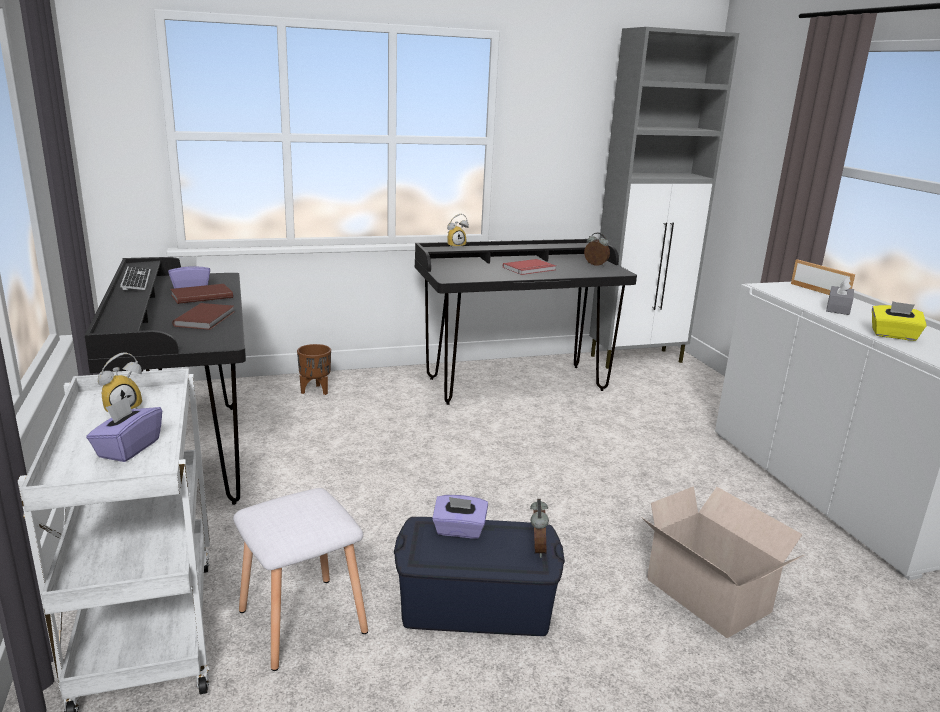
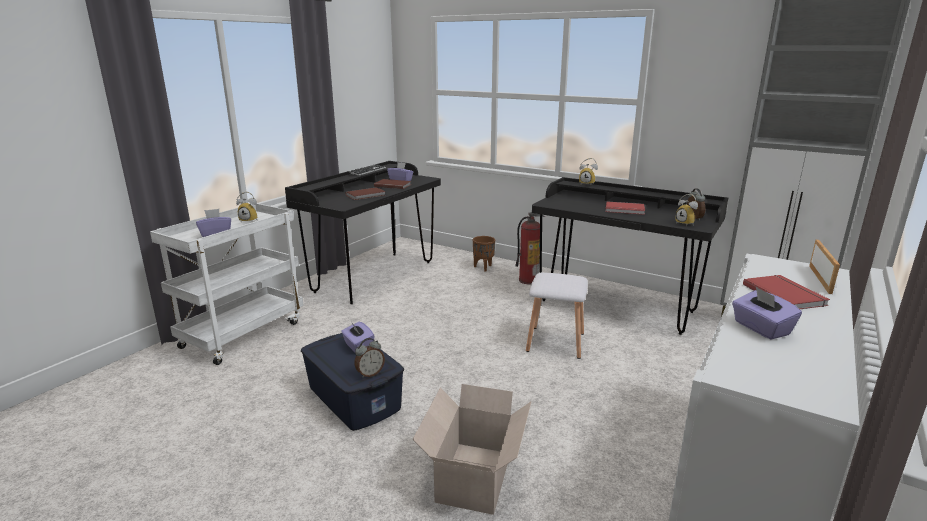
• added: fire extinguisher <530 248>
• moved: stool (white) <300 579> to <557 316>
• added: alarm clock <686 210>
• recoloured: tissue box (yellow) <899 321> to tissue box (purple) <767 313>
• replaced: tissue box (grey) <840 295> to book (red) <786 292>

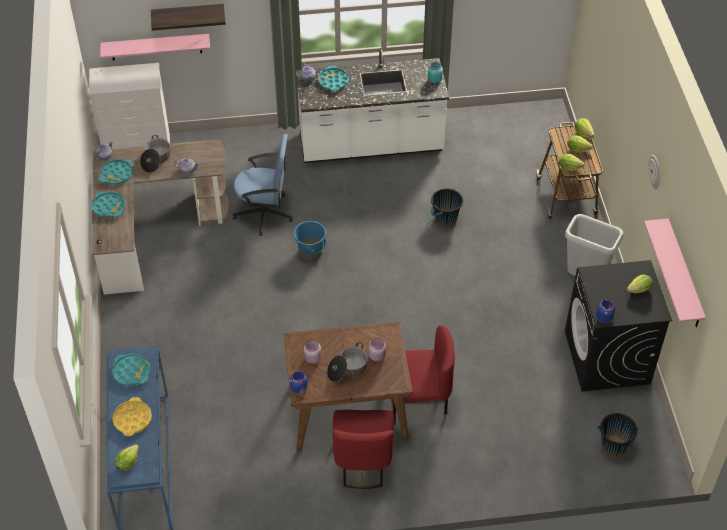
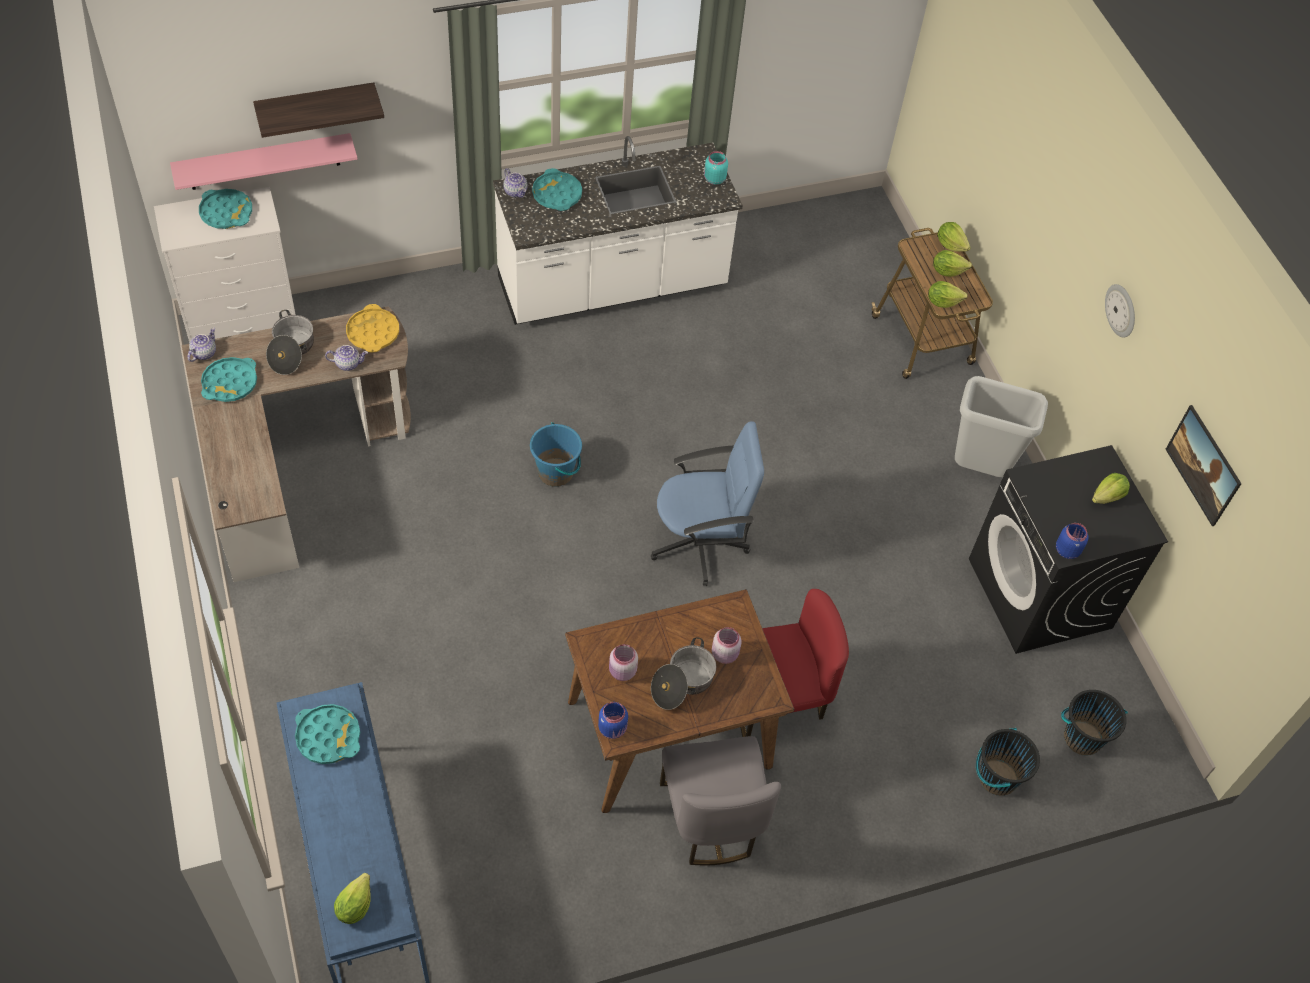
• moved: tray (turquoise) <109 205> to <225 209>
• moved: tray (yellow) <132 416> to <372 328>
• moved: office chair (blue) <263 185> to <707 503>
• recoloured: chair (red) <363 449> to chair (grey) <720 801>
• moved: bucket (black) <446 208> to <1008 762>
• replaced: shelf (pink) <675 272> to picture <1204 465>

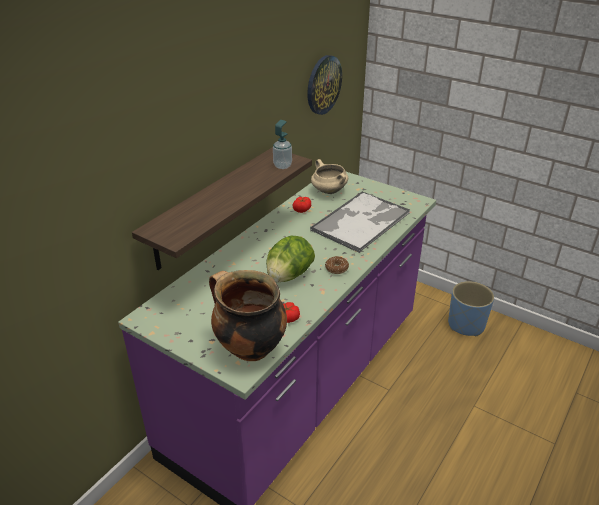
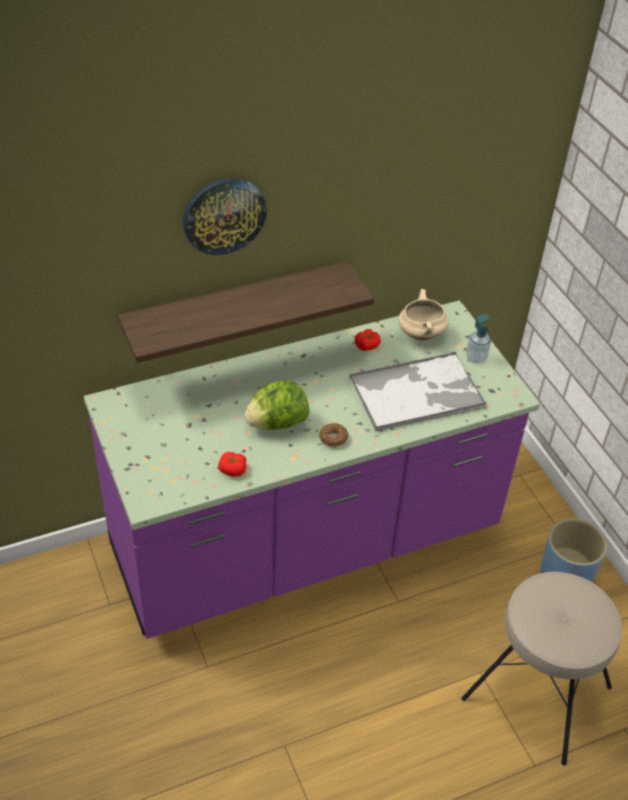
• moved: wall clock <324 85> to <225 216>
• added: stool (beige) <541 669>
• moved: soap dispenser <282 144> to <478 338>
• removed: cooking pot <248 315>

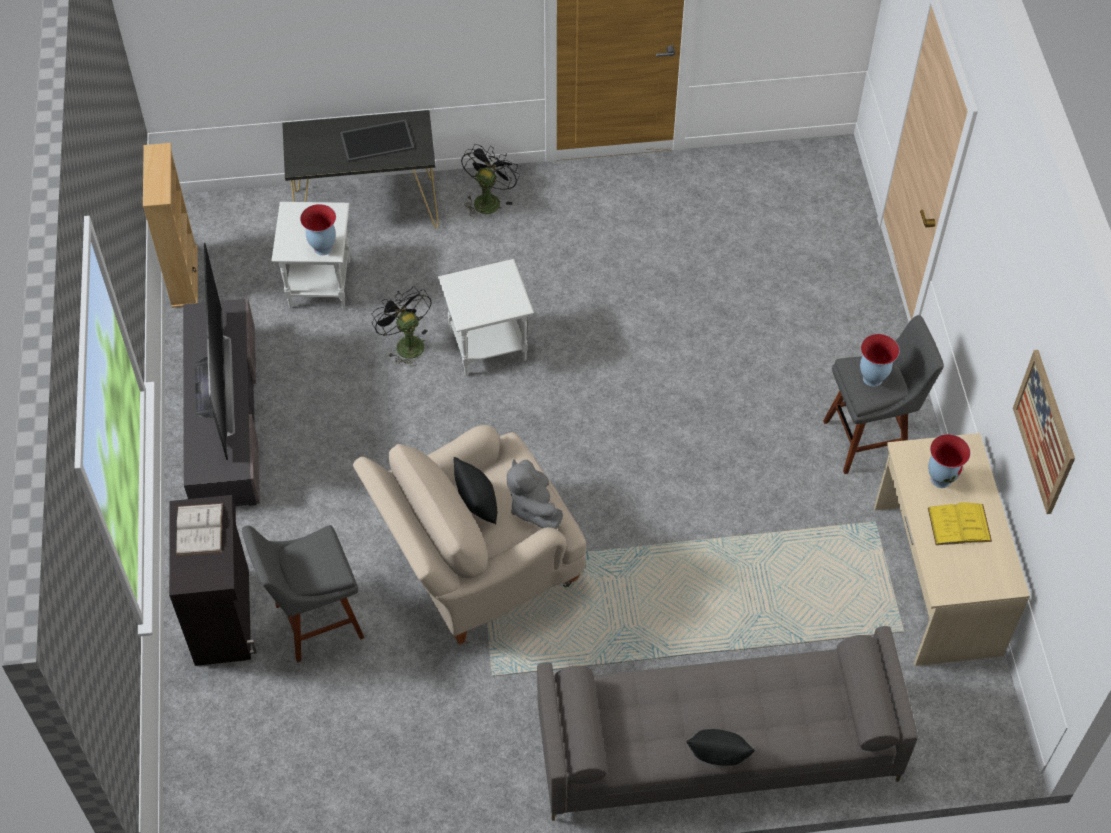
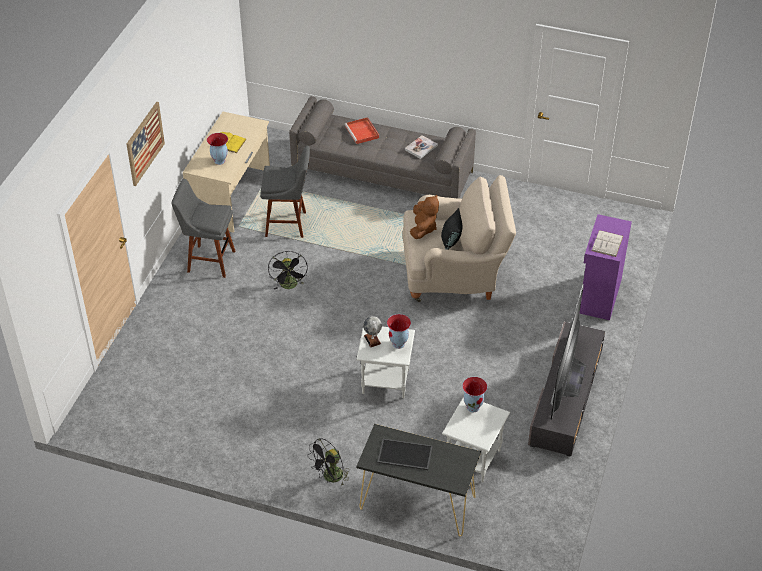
• moved: picture <1044 432> to <145 144>
• moved: stool (grey) <303 594> to <285 192>
• moved: fan (black) <402 326> to <288 270>
• added: tray (red) <362 130>
• added: globe <372 331>
• moved: vase <879 360> to <399 331>
• added: book <421 147>
• recoloured: plush toy (grey) <535 494> to plush toy (brown) <424 216>
• recoloured: cabinet (black) <213 580> to cabinet (purple) <606 267>
• removed: bookcase (beige) <170 225>
• removed: pillow (black) <720 747>

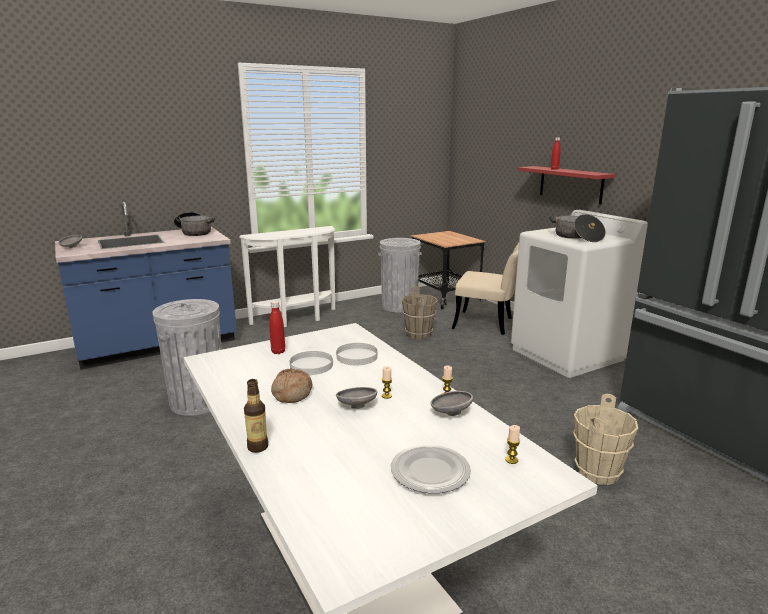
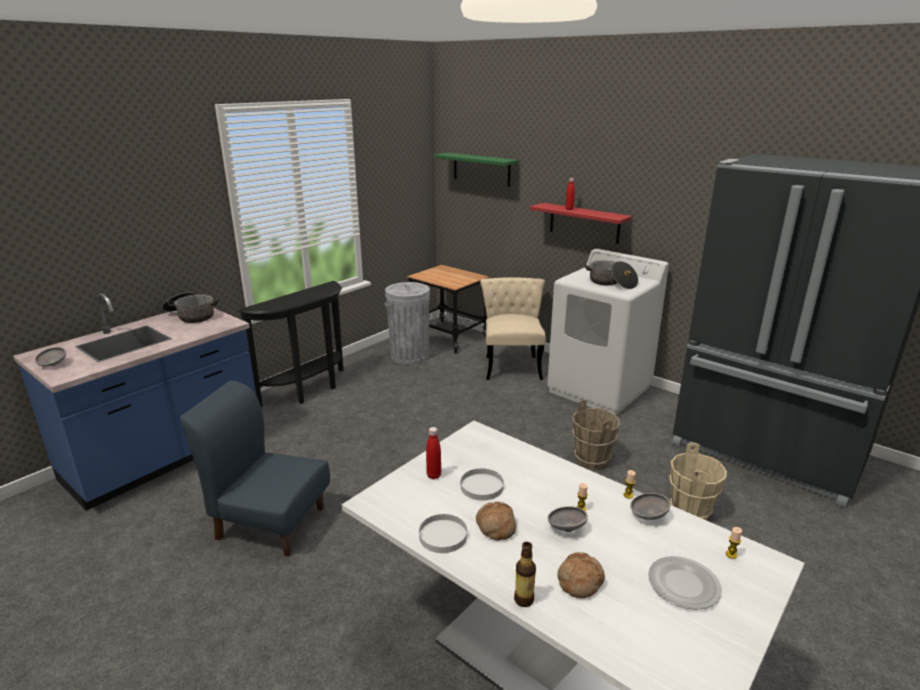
• replaced: trash can (grey) <187 357> to chair (blue) <255 468>
• recoloured: console table (white) <287 276> to console table (black) <291 344>
• moved: plate (white) <357 354> to <443 533>
• added: shelf (green) <476 170>
• turned: chair (beige) <485 289> = <513 328> 90 degrees counterclockwise
• added: bread <581 575>
• moved: bucket (brown) <420 313> to <596 435>

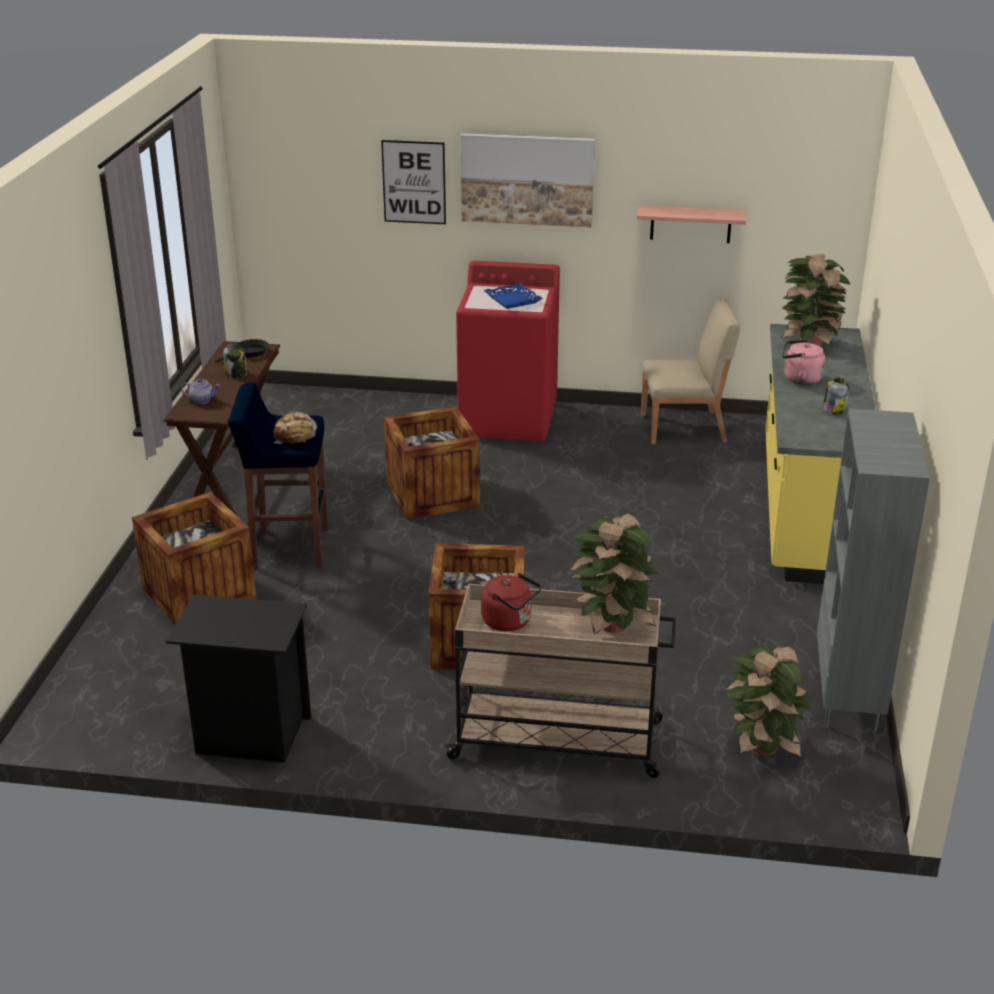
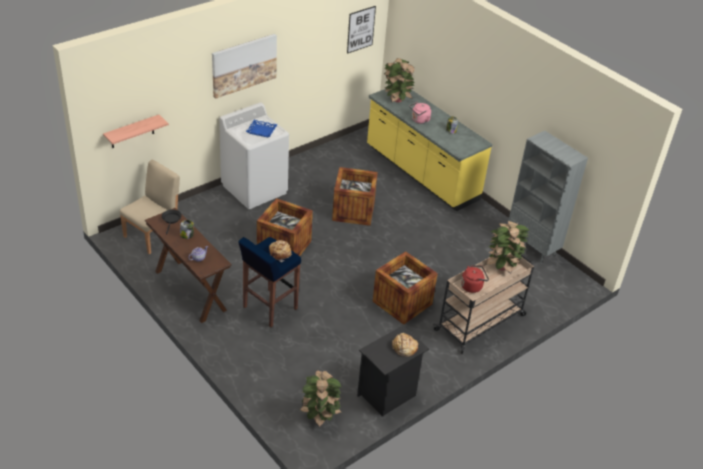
• moved: shelf <691 224> to <136 131>
• moved: chair (beige) <690 371> to <150 207>
• recoloured: washing machine (red) <508 351> to washing machine (white) <254 155>
• moved: potted plant <769 702> to <320 399>
• moved: crate <194 558> to <355 196>
• moved: picture <413 182> to <361 30>
• added: bread <405 345>

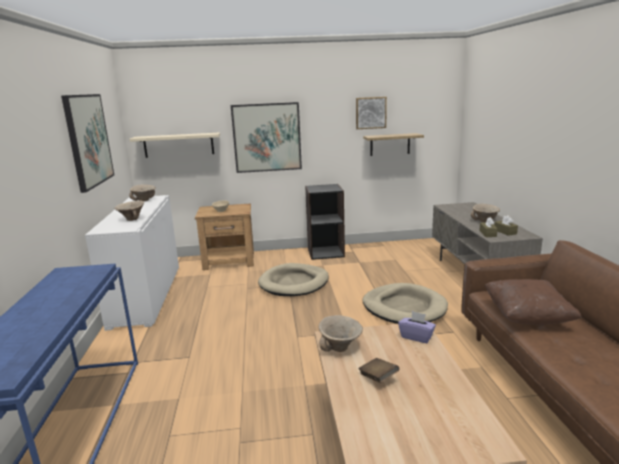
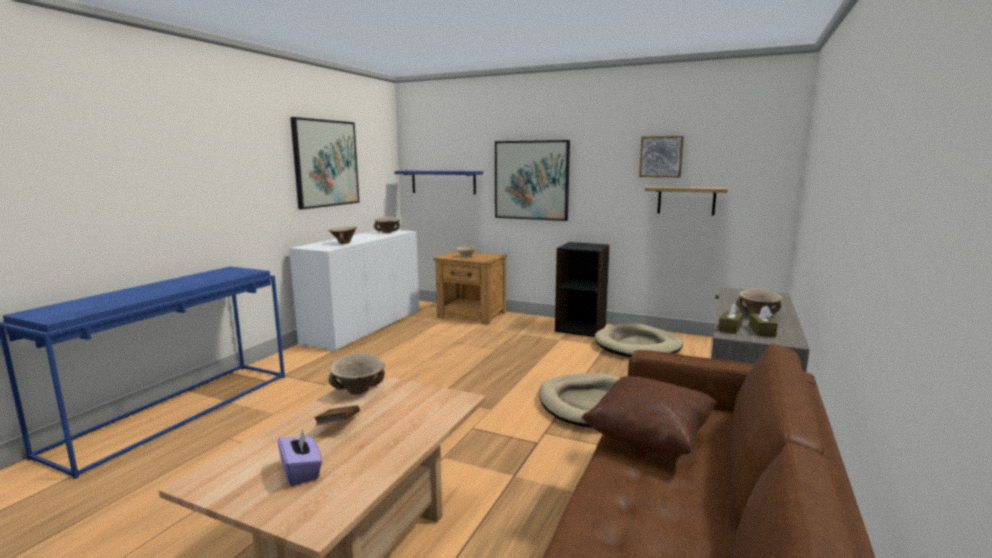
• moved: tissue box (purple) <417 327> to <300 457>
• recoloured: shelf (beige) <174 145> to shelf (blue) <438 183>
• moved: dog bed (beige) <293 279> to <639 340>

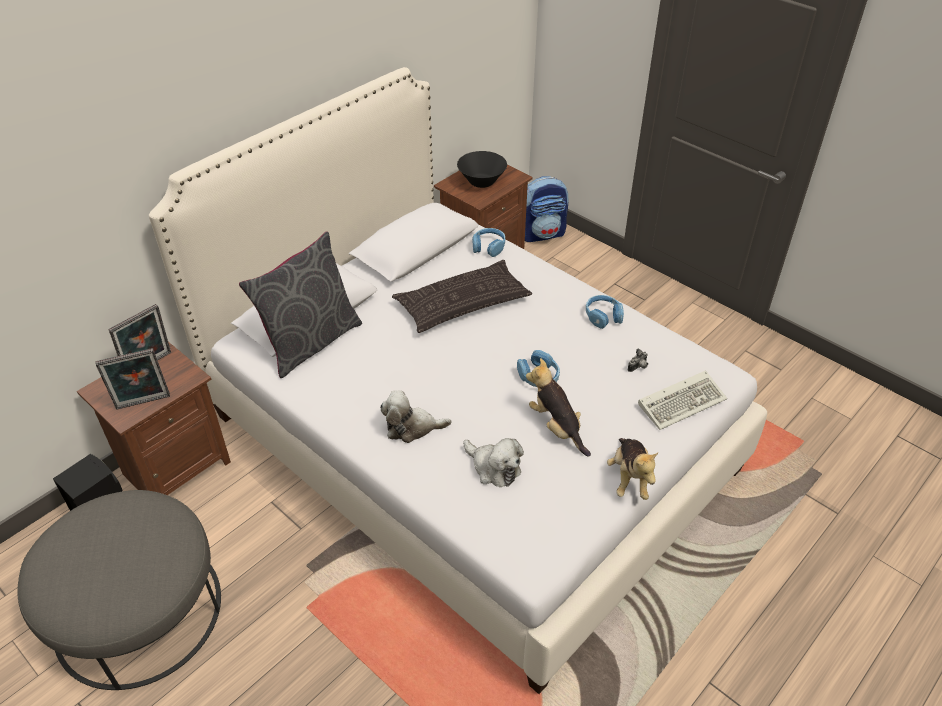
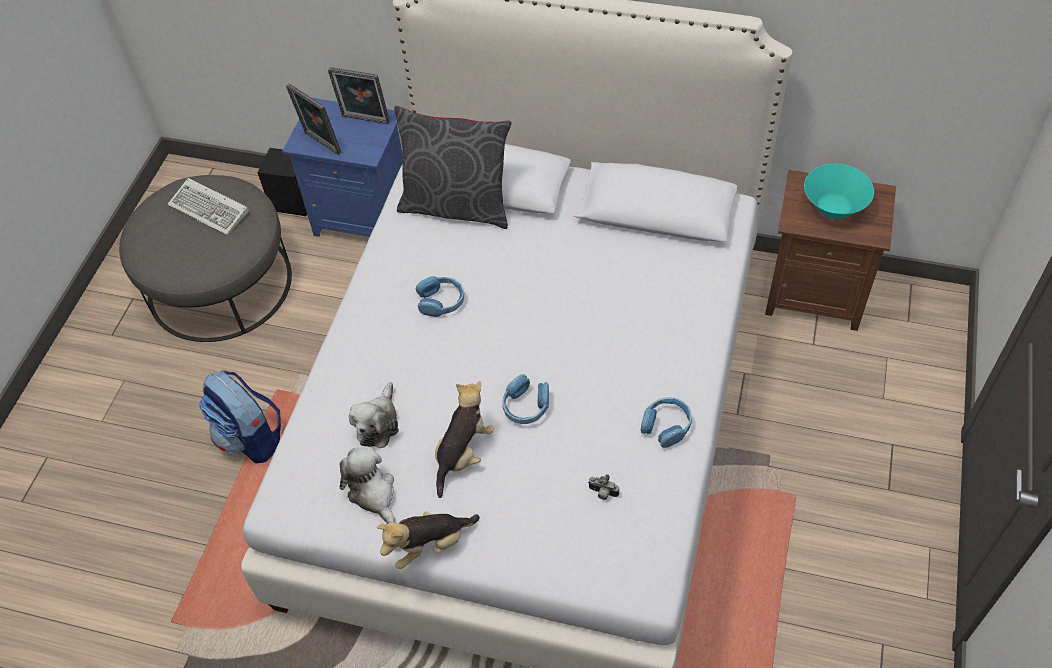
• moved: keyboard <682 400> to <208 206>
• moved: backpack <547 209> to <240 417>
• recoloured: nightstand (brown) <154 418> to nightstand (blue) <342 167>
• moved: plush toy <416 416> to <367 485>
• moved: headphones (blue) <488 242> to <440 296>
• recoloured: bowl (black) <482 169> to bowl (turquoise) <839 191>
• removed: pillow <462 296>

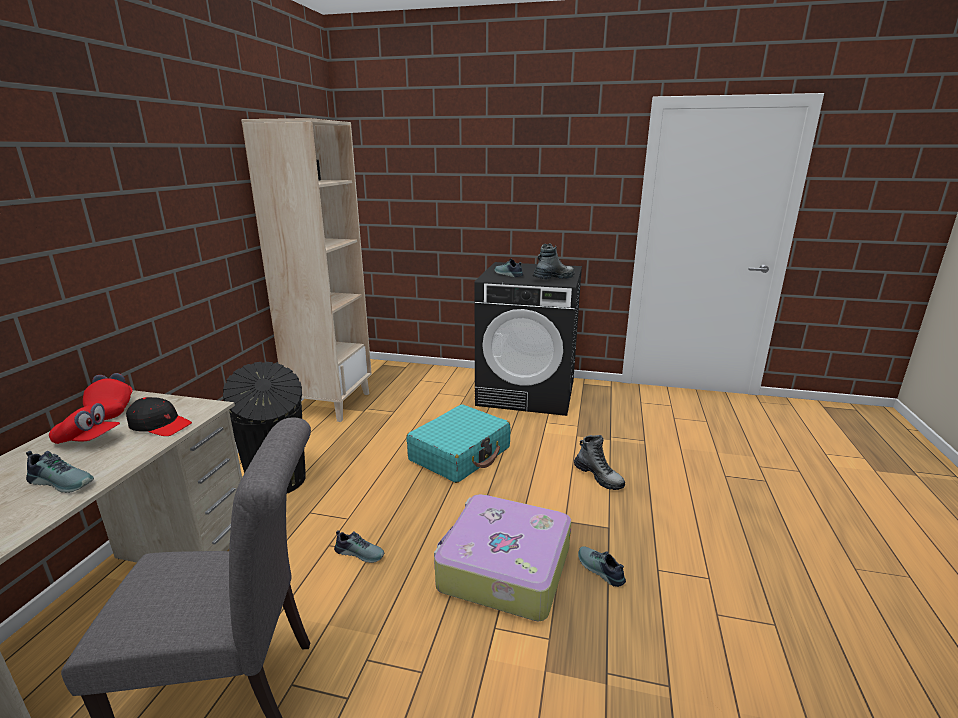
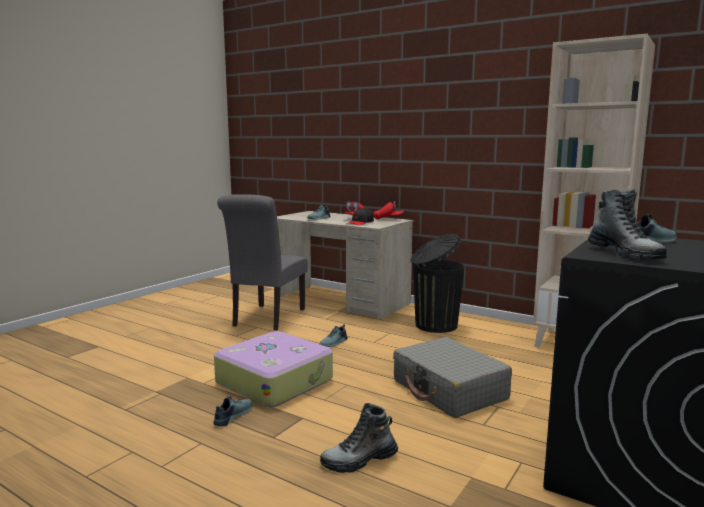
• turned: shoe <602 566> = <233 411> 45 degrees counterclockwise
• recoloured: suitcase (turquoise) <458 443> to suitcase (grey) <452 377>

